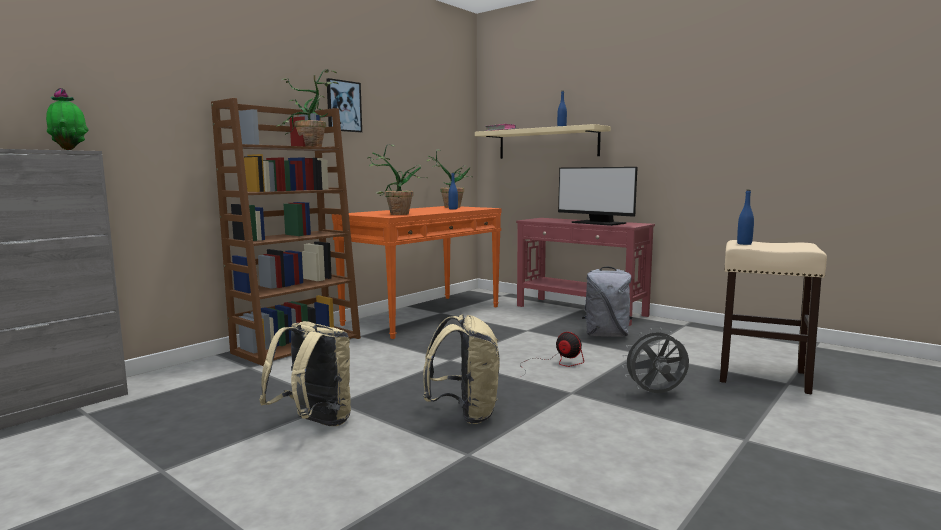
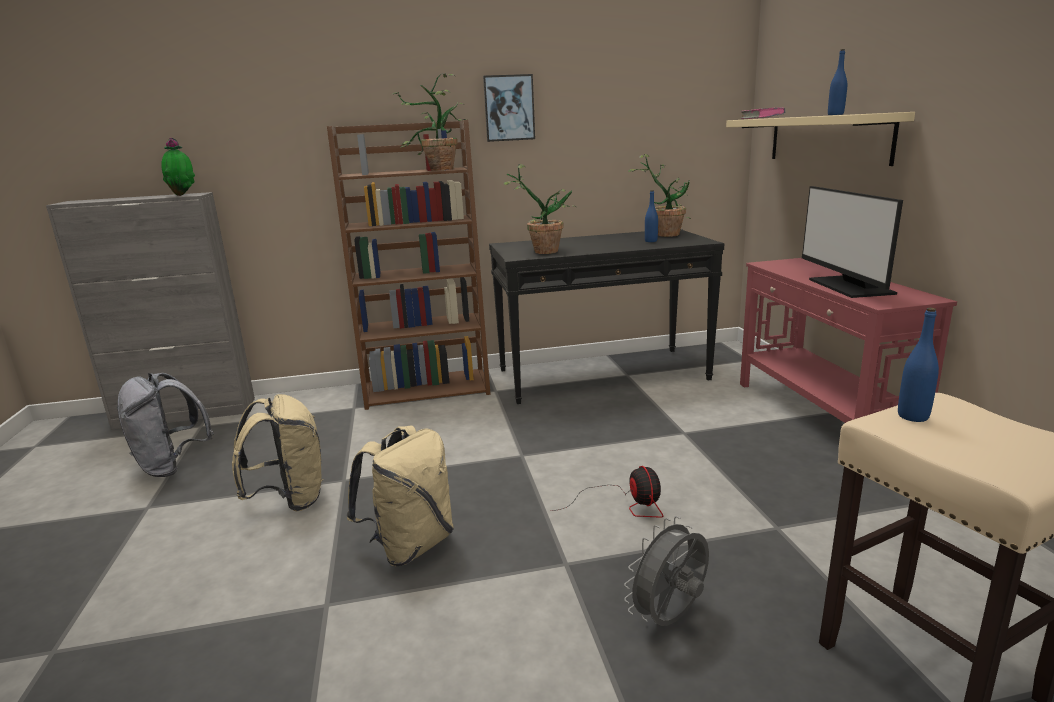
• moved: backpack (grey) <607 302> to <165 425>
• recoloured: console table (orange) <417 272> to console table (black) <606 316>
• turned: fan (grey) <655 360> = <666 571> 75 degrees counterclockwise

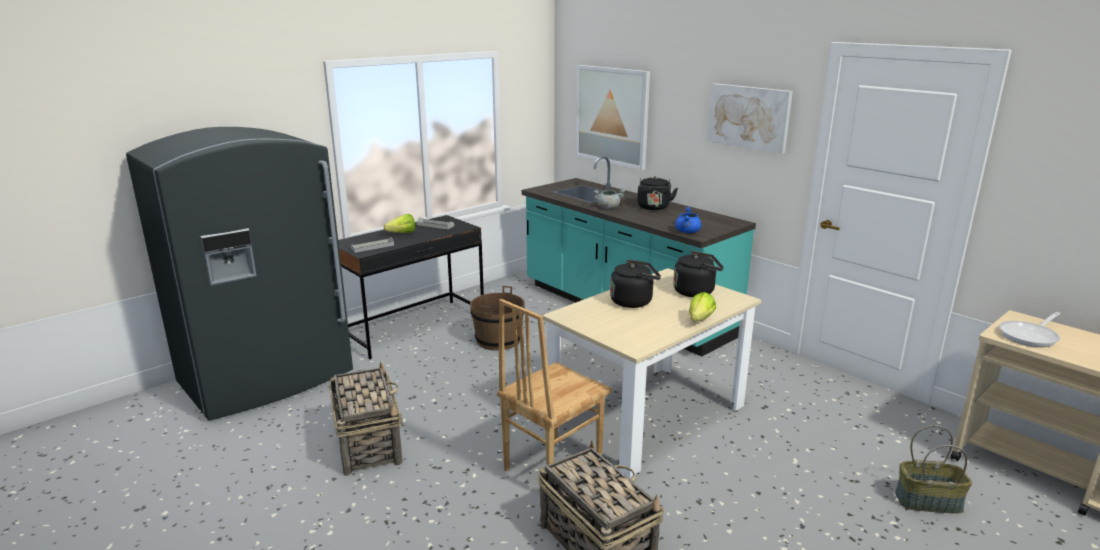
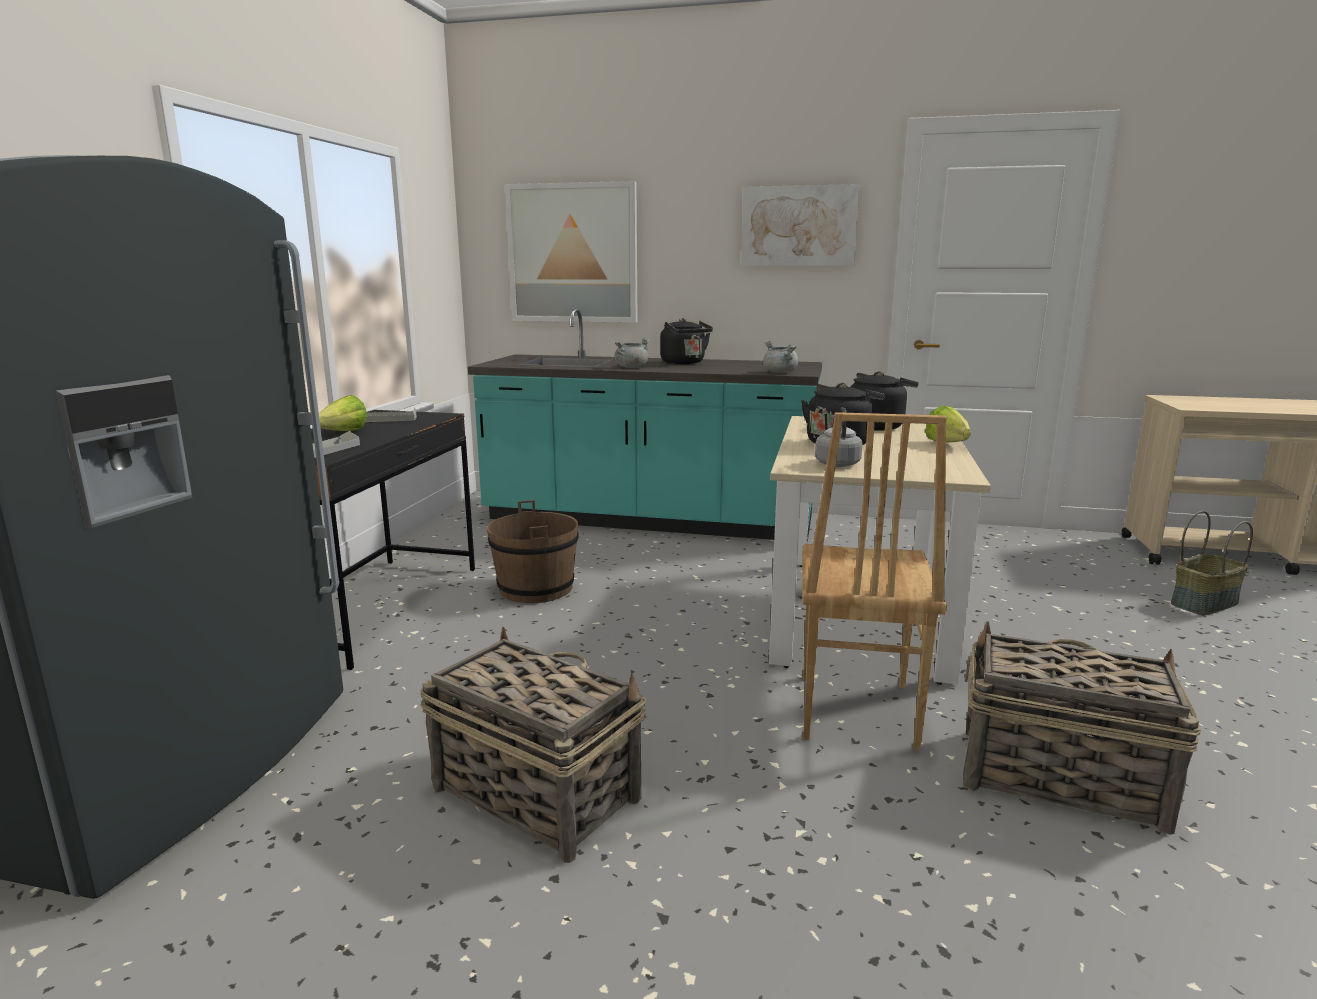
• recoloured: cooking pot (blue) <688 220> to cooking pot (grey) <780 357>
• added: kettle (grey) <839 437>
• removed: frying pan <1030 329>

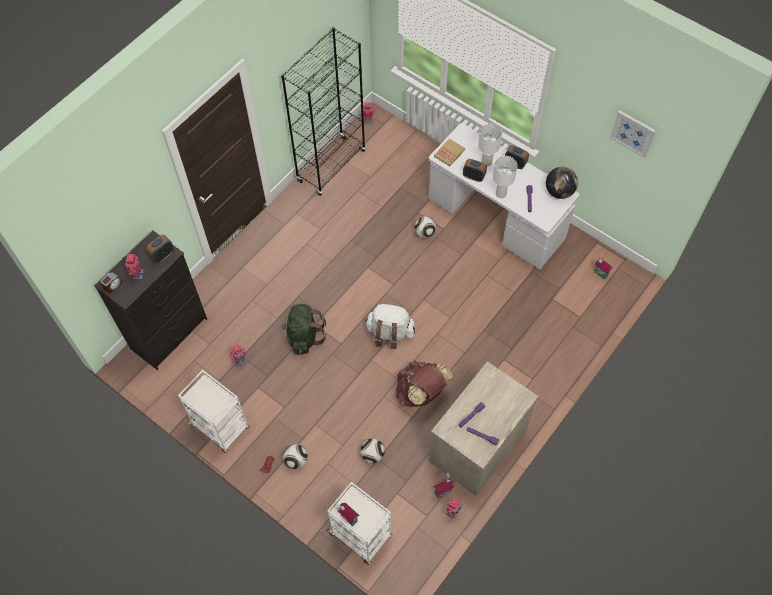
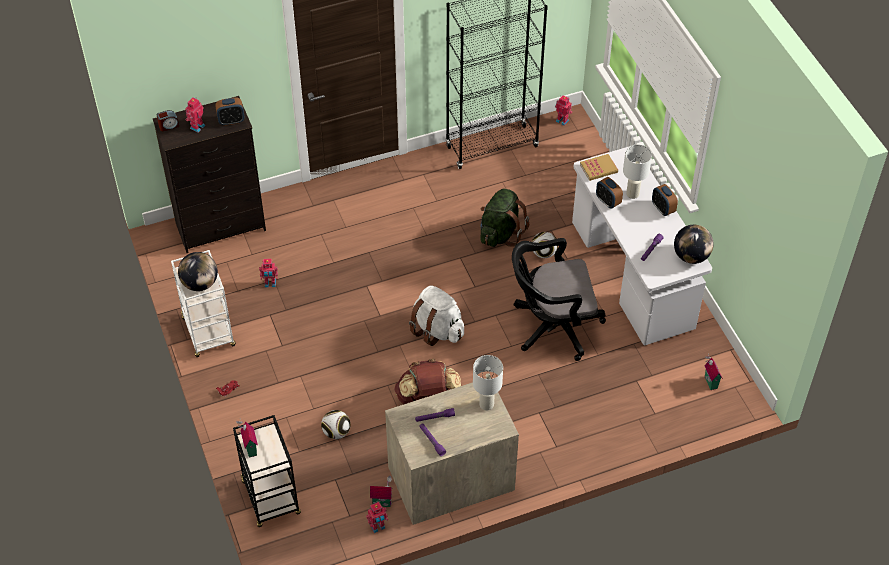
• added: globe <198 271>
• recoloured: cart (white) <359 523> to cart (black) <267 471>
• moved: table lamp (white) <505 177> to <488 382>
• moved: backpack (green) <304 329> to <504 218>
• added: office chair (black) <559 299>
• removed: football <295 456>
• removed: picture <633 134>

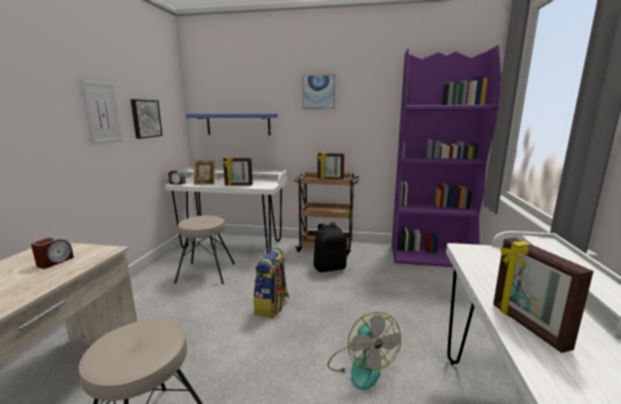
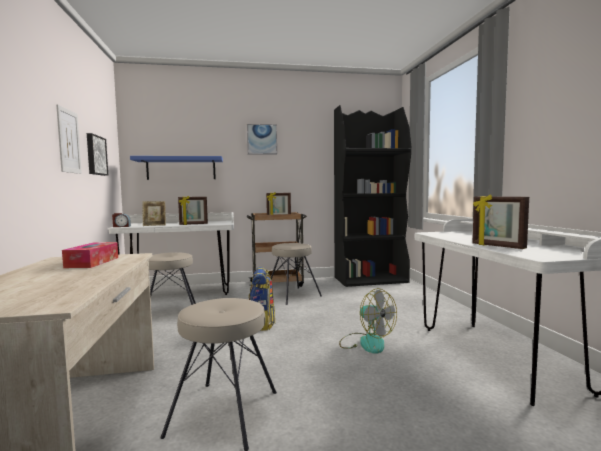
• replaced: alarm clock <52 253> to tissue box <90 255>
• replaced: backpack (black) <330 247> to stool (beige) <295 274>
• recoloured: bookcase (purple) <446 156> to bookcase (black) <372 196>

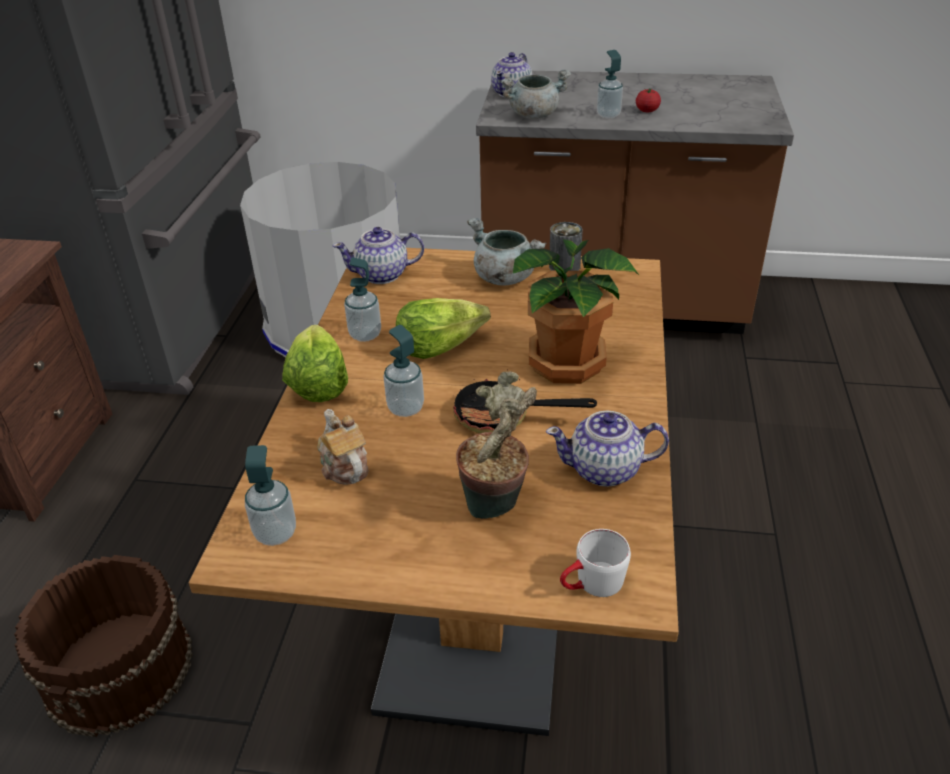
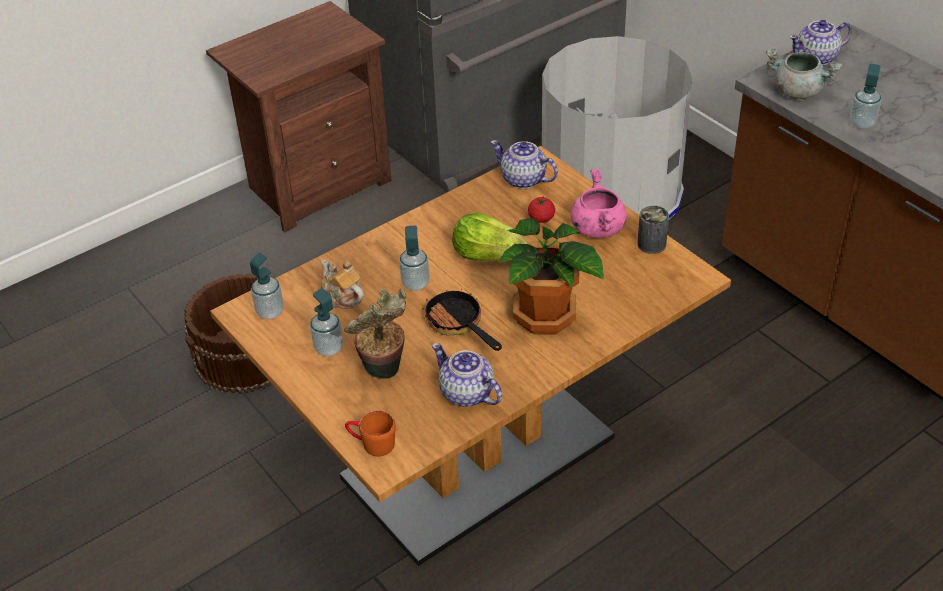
• moved: soap dispenser <362 299> to <326 322>
• turned: teapot <343 447> = <342 284> 60 degrees counterclockwise
• recoloured: mug (white) <595 563> to mug (orange) <370 433>
• moved: tomato <648 100> to <541 209>
• recoloured: cooking pot (grey) <506 251> to cooking pot (pink) <599 203>
• removed: lettuce <315 363>

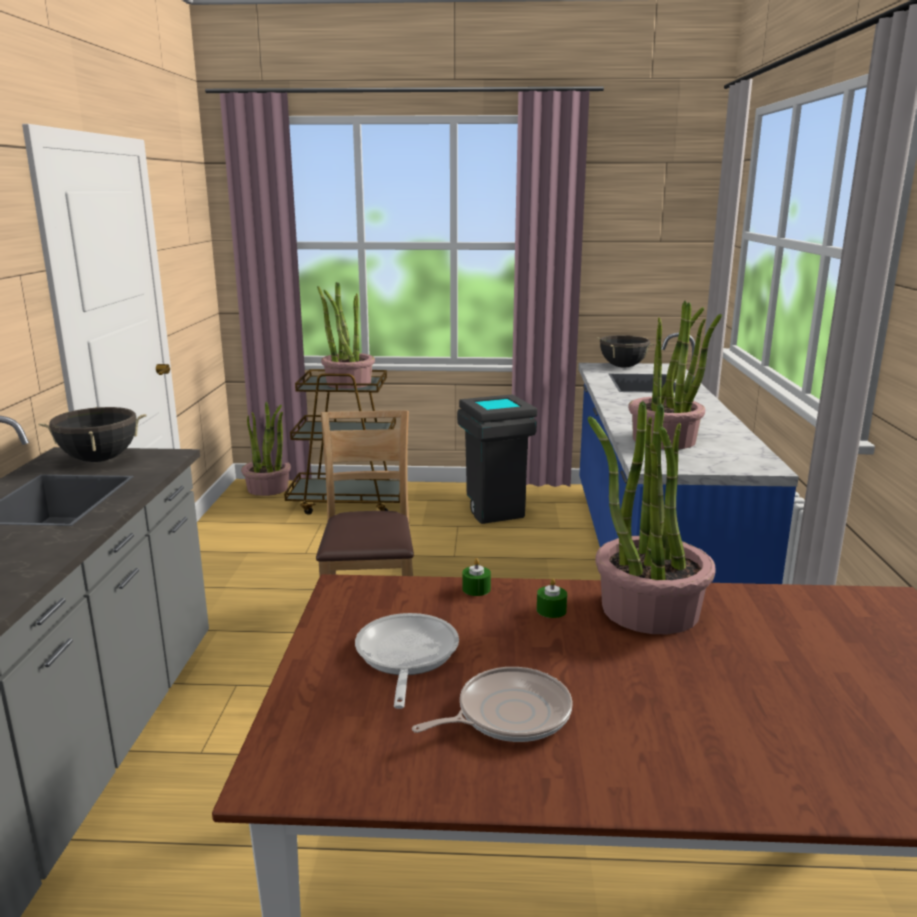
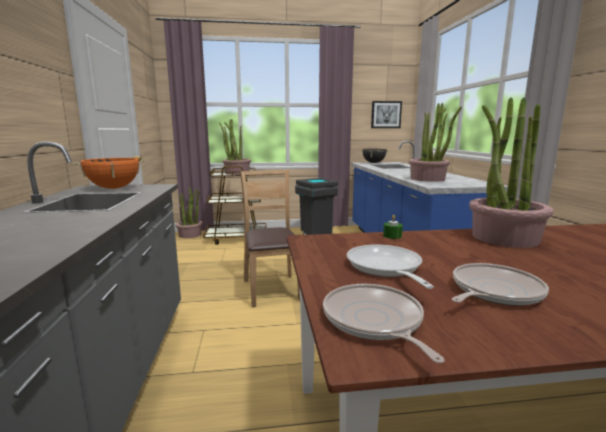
• recoloured: cooking pot (black) <92 434> to cooking pot (orange) <109 173>
• added: frying pan <384 323>
• added: picture <386 114>
• removed: candle (green) <552 598>

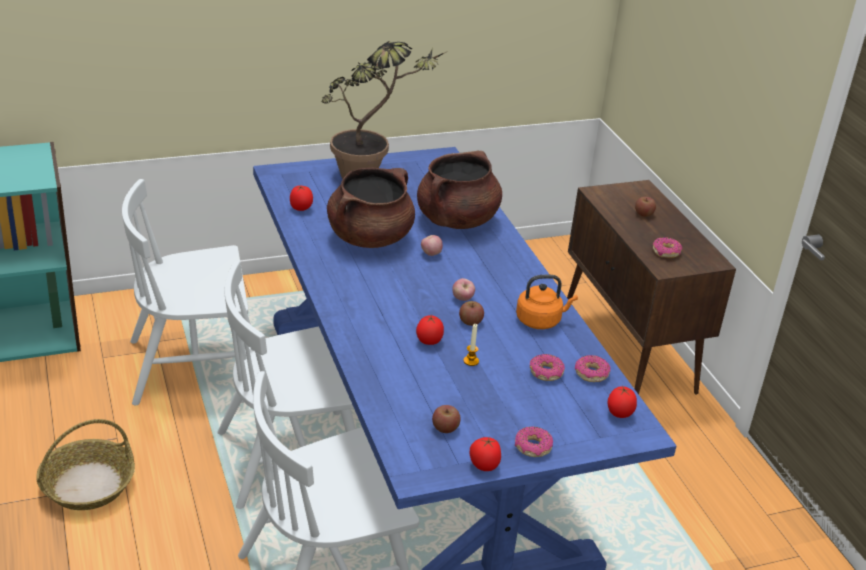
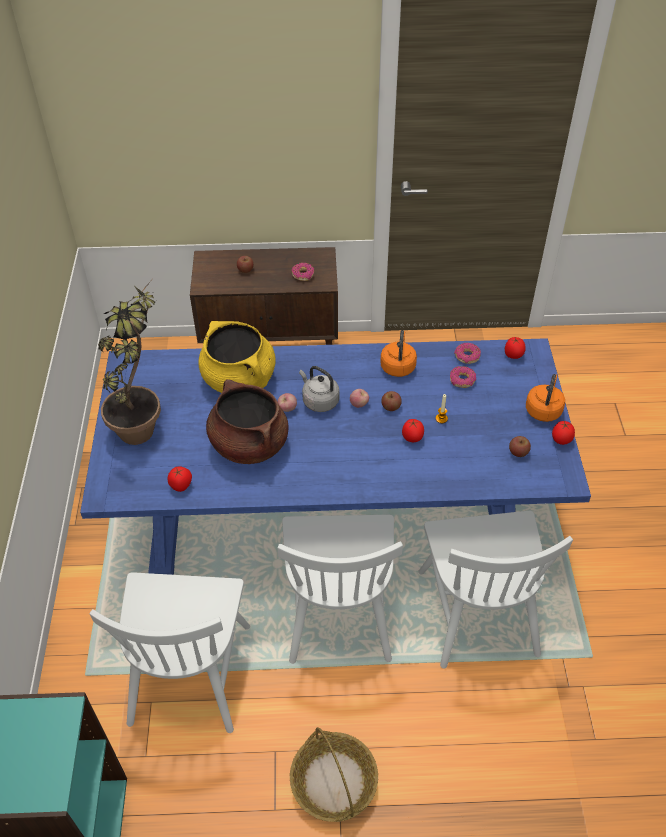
• recoloured: cooking pot (brown) <459 190> to cooking pot (yellow) <237 357>
• added: kettle (grey) <319 389>
• replaced: donut <534 441> to kettle (orange) <545 398>

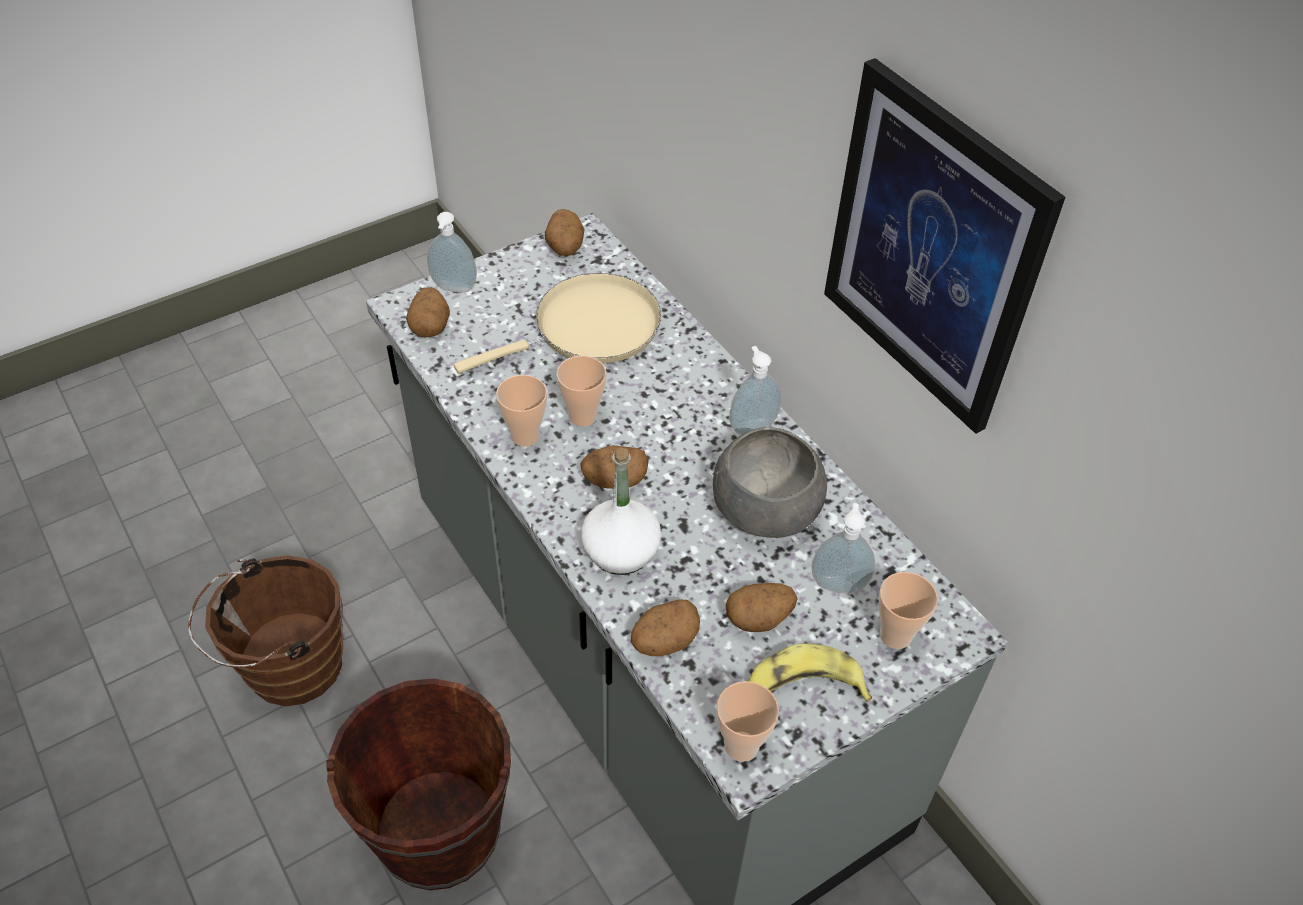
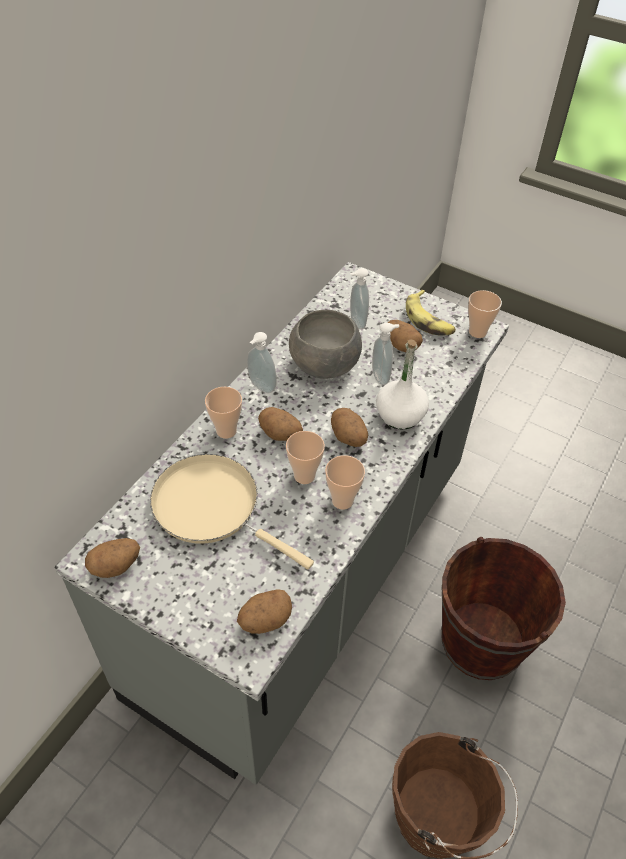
• moved: cup <908 610> to <223 413>
• moved: potato <665 627> to <280 424>
• moved: soap dispenser <452 252> to <385 354>
• removed: picture <945 246>

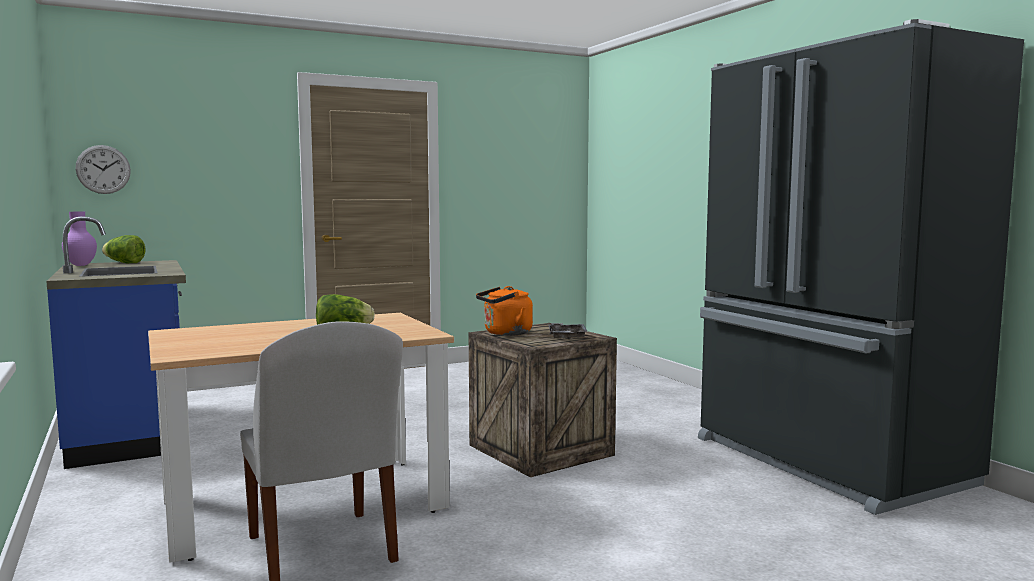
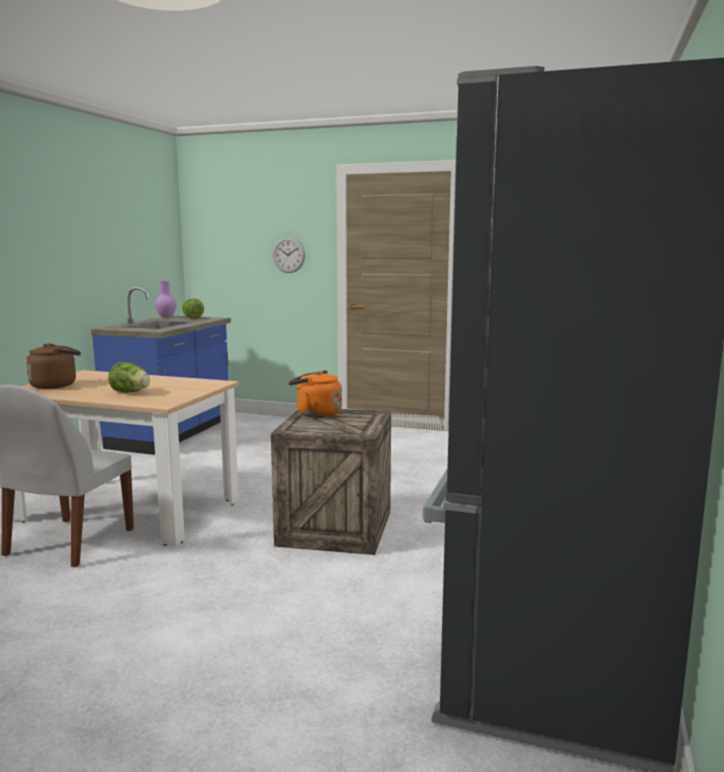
• added: kettle (brown) <53 366>
• moved: wall clock <103 169> to <289 255>
• removed: tray (grey) <568 331>

